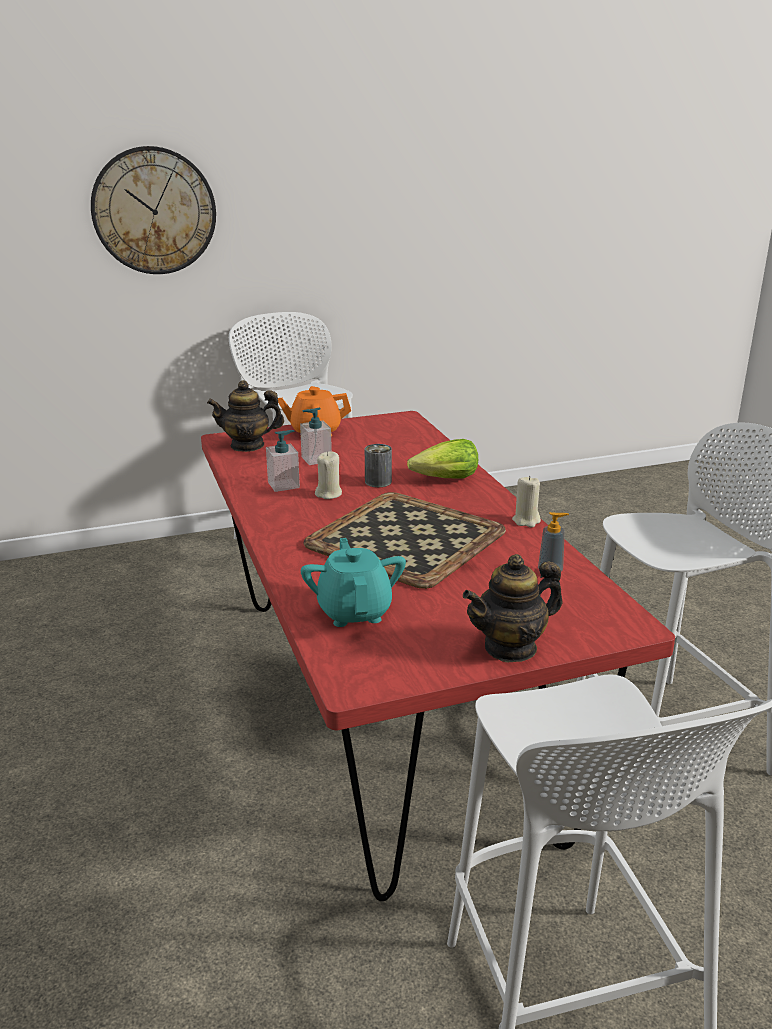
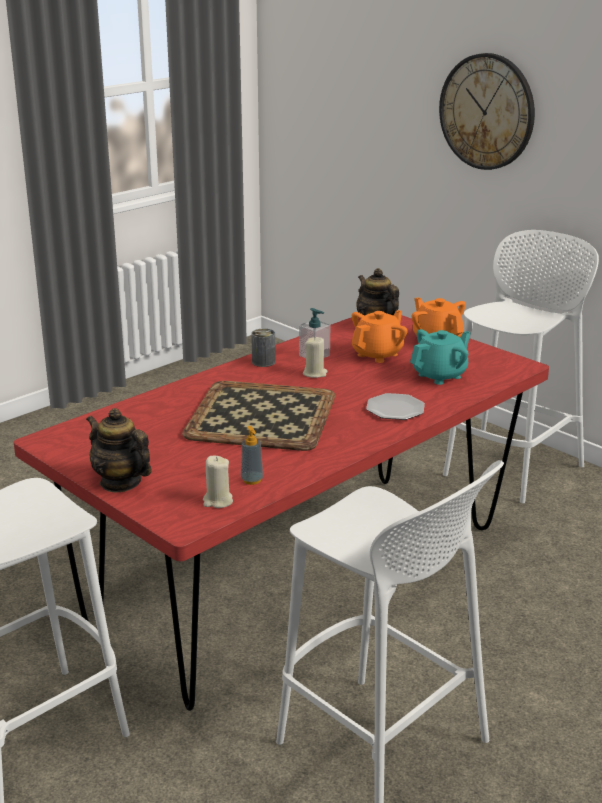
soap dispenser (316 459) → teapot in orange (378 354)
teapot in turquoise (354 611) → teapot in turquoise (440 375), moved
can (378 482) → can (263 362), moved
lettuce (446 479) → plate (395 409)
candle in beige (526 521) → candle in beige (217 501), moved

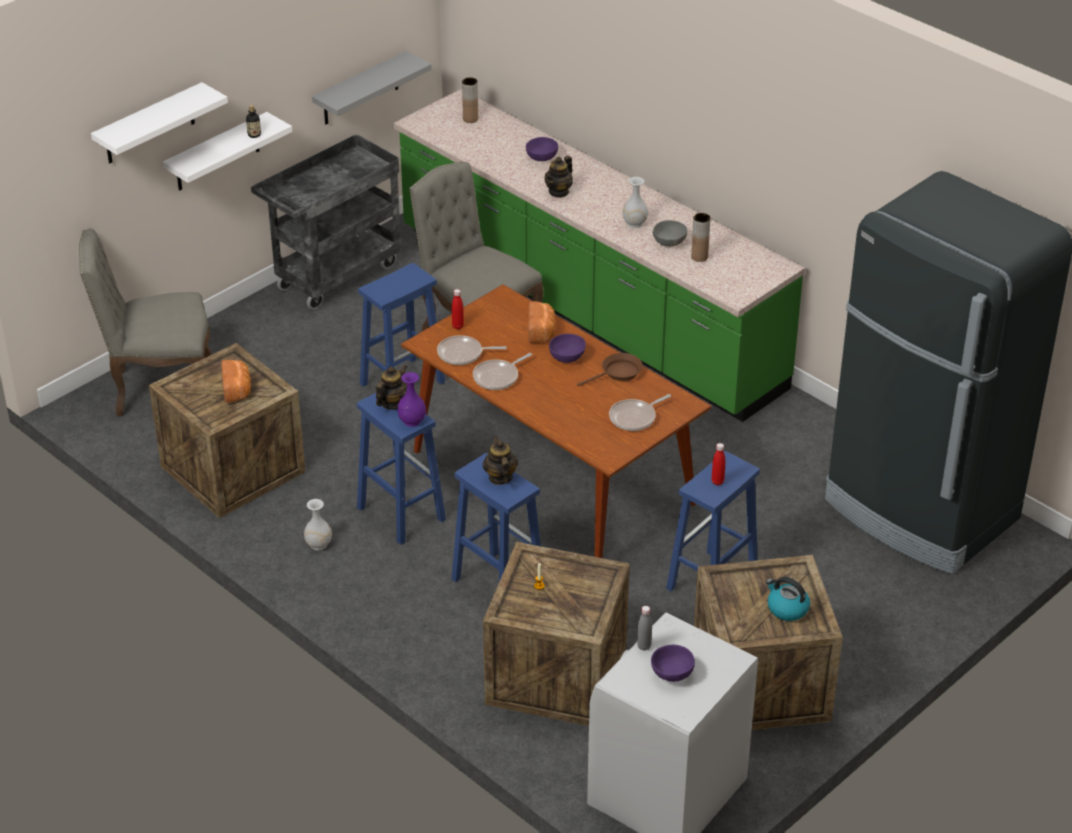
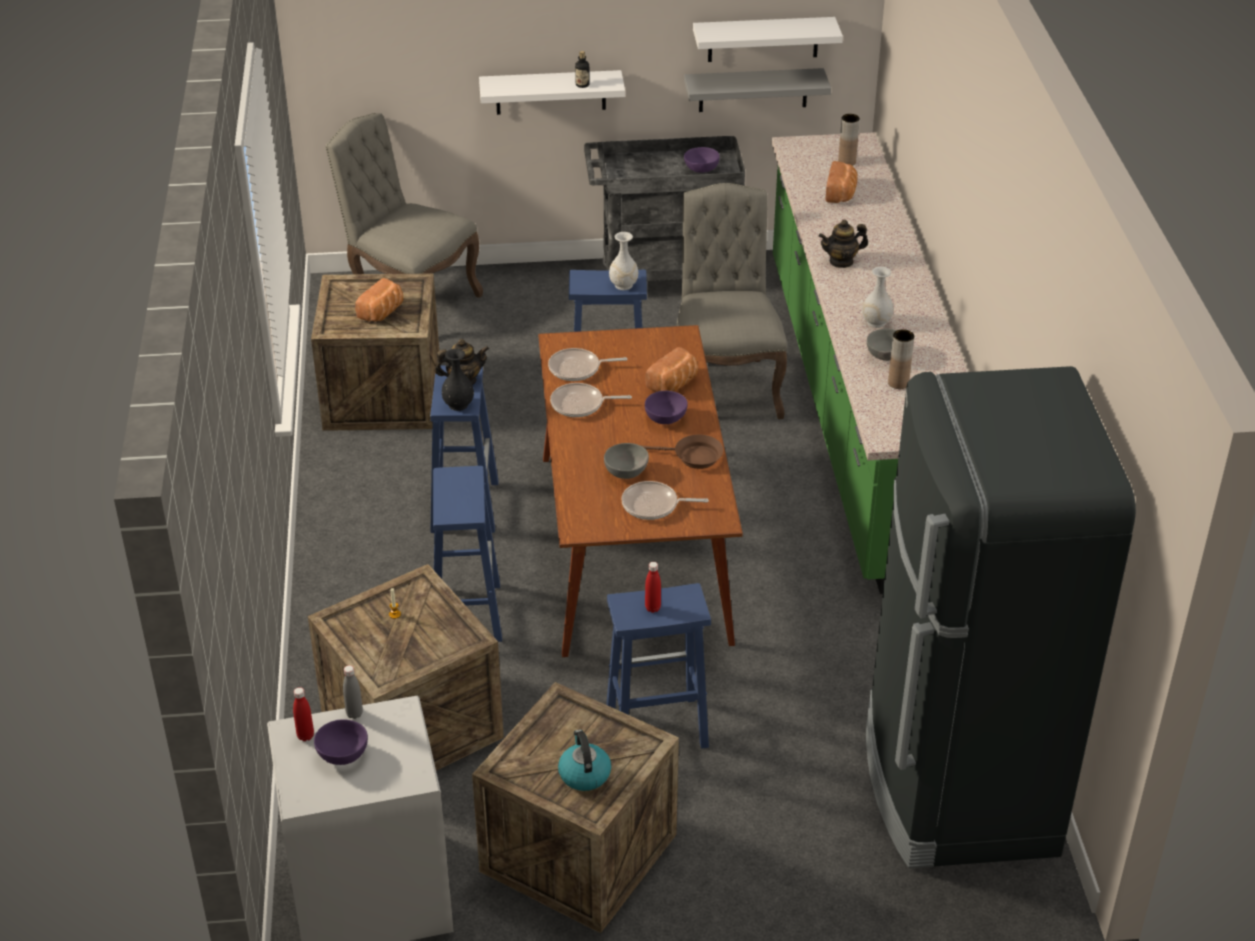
shelf in white (149 124) → shelf in white (763 39), moved
vase in white (318 545) → vase in white (623 285), moved
vase in purple (412 421) → vase in black (458 404)
frying pan (463 354) → frying pan (577 369), 45 degrees counterclockwise
bottle in red (458 326) → bottle in red (305 736), moved
teapot (500 477) → -
bowl in purple (542 158) → bowl in purple (700 170), moved
- → bowl in grey (627 473)
- → bread (841 194)

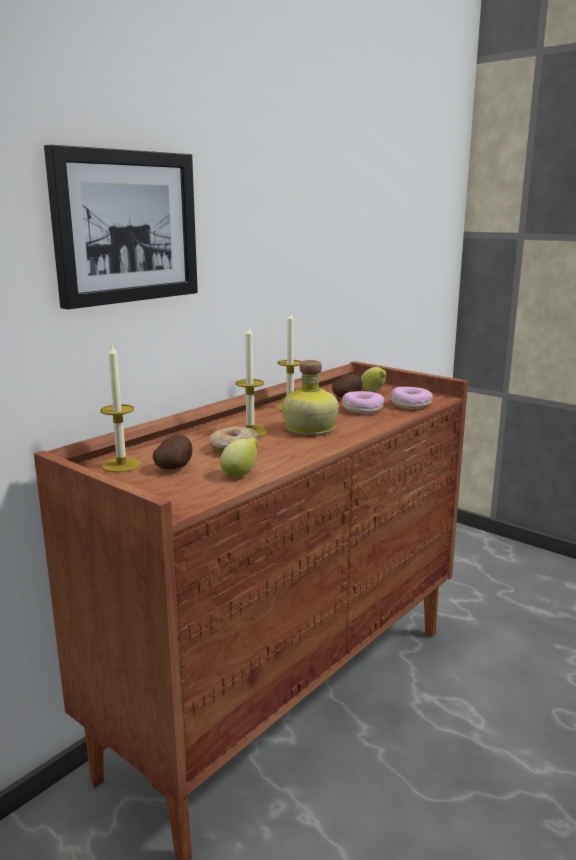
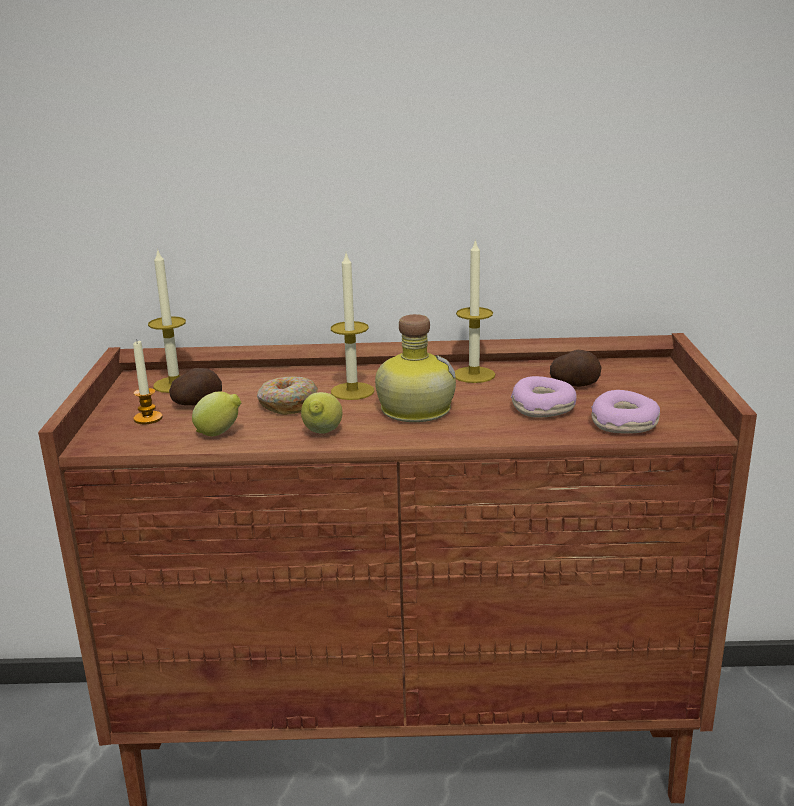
picture (125 227) → -
lemon (373 391) → lemon (322 434), moved
- → candle (148 418)

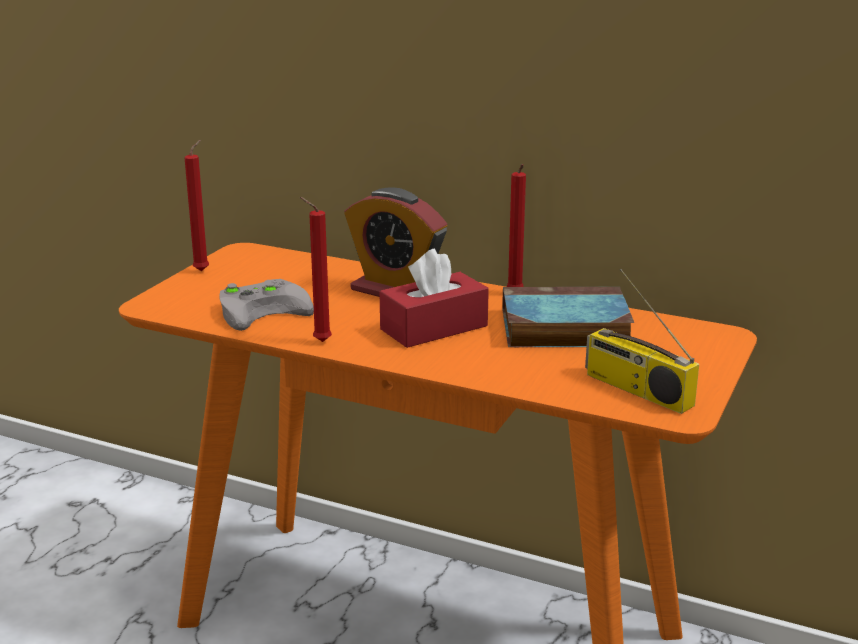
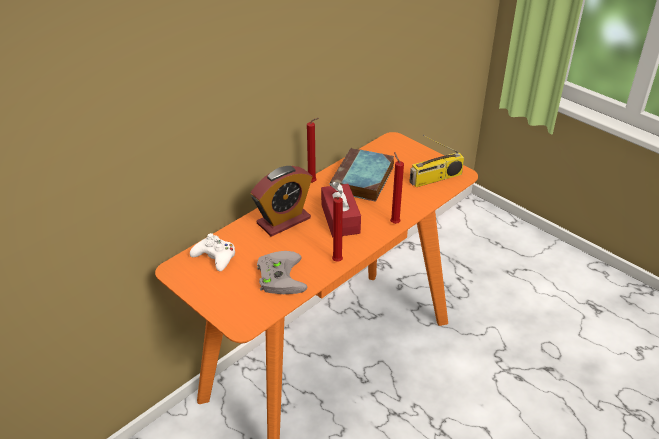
candle in red (203 270) → candle in red (394 222), moved
- → game controller in white (215 257)

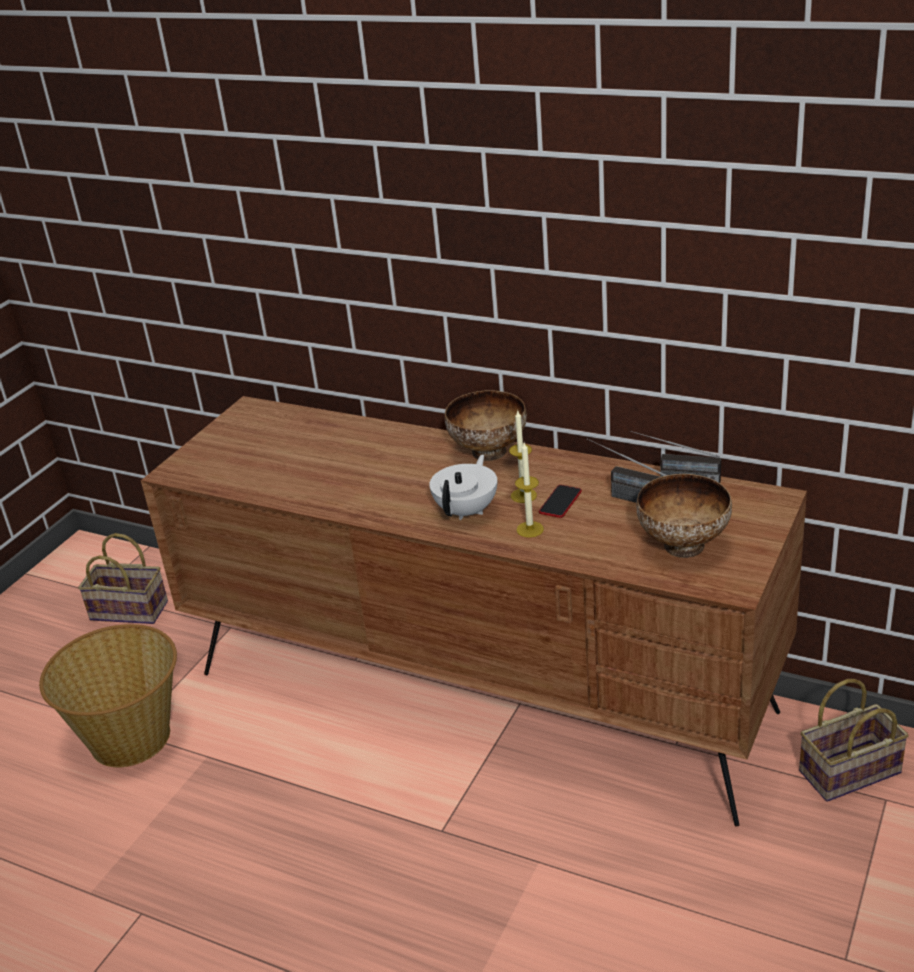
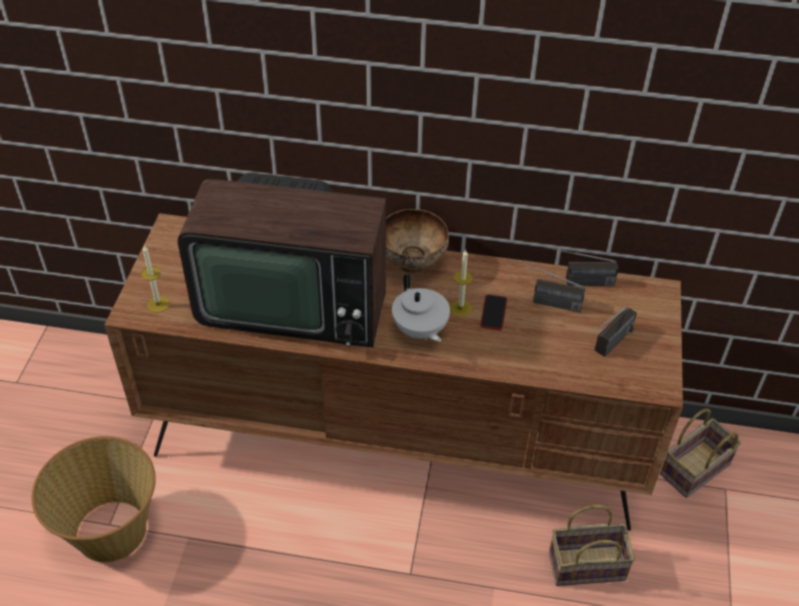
basket (131 610) → basket (588 564), moved
teapot in white (467 510) → teapot in white (419 330), 150 degrees clockwise
candle (530 529) → candle (158 304), moved
bowl (683 545) → radio (607 348)
- → television (292 299)

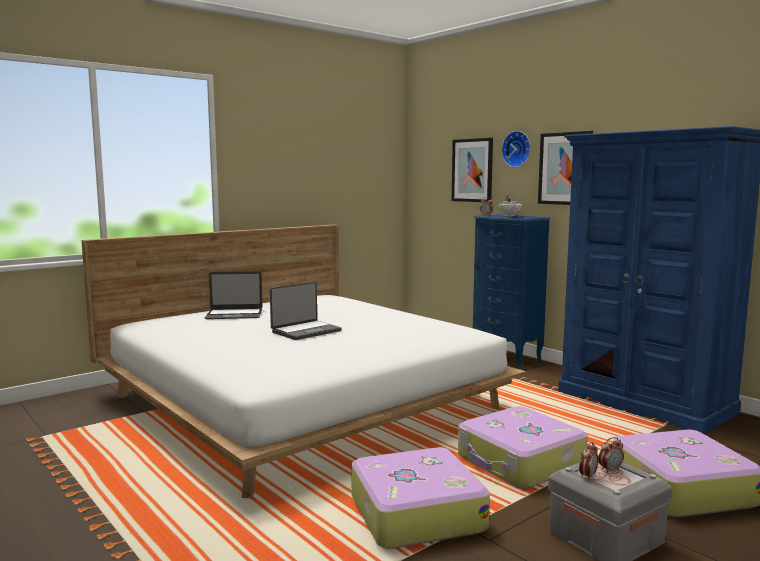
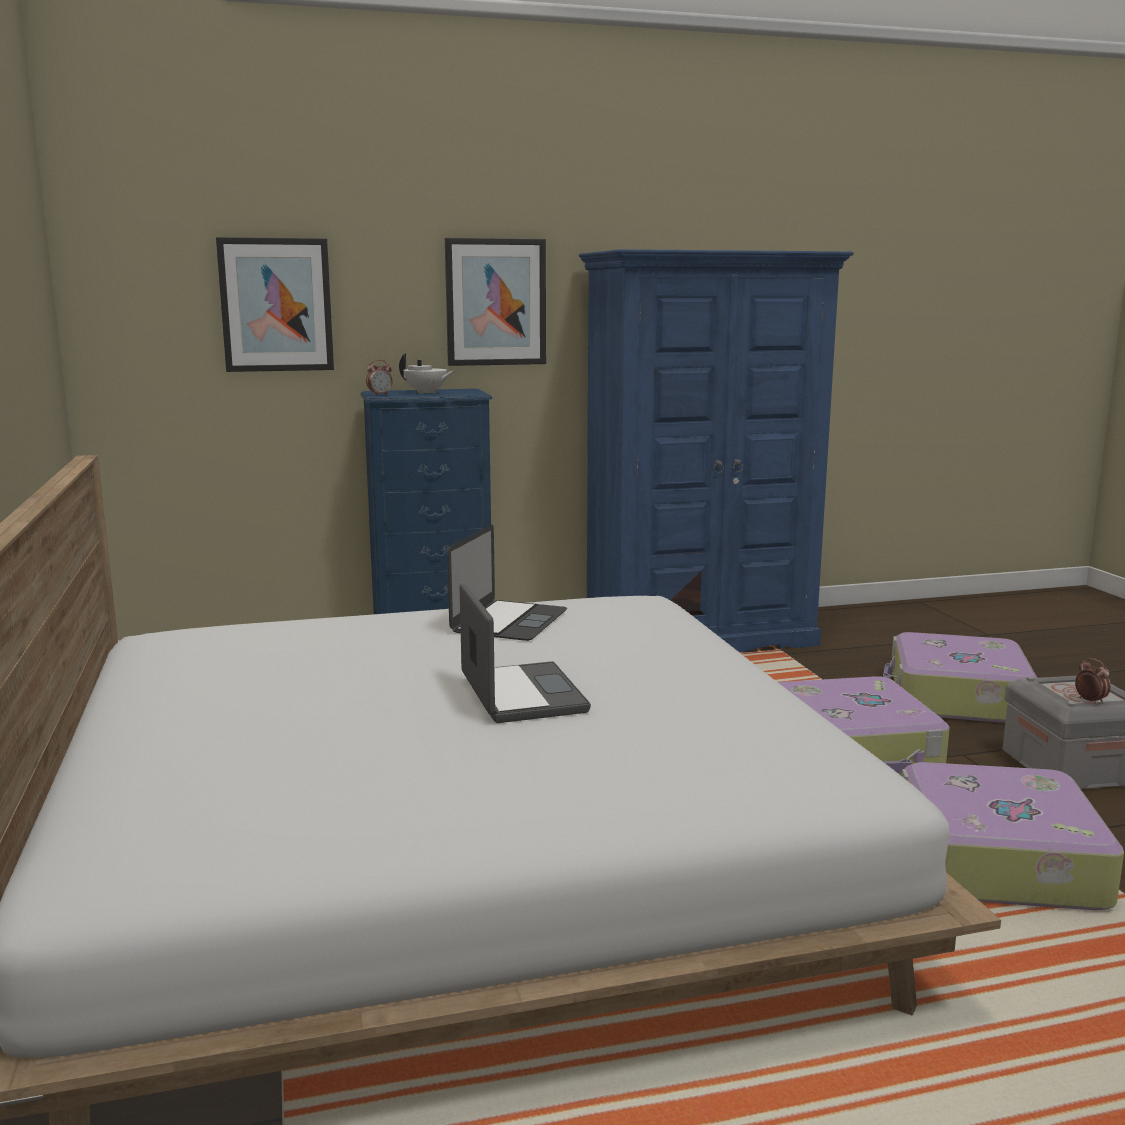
laptop (234 314) → laptop (509 621), moved
wall clock (517 149) → -
alarm clock (610 470) → -

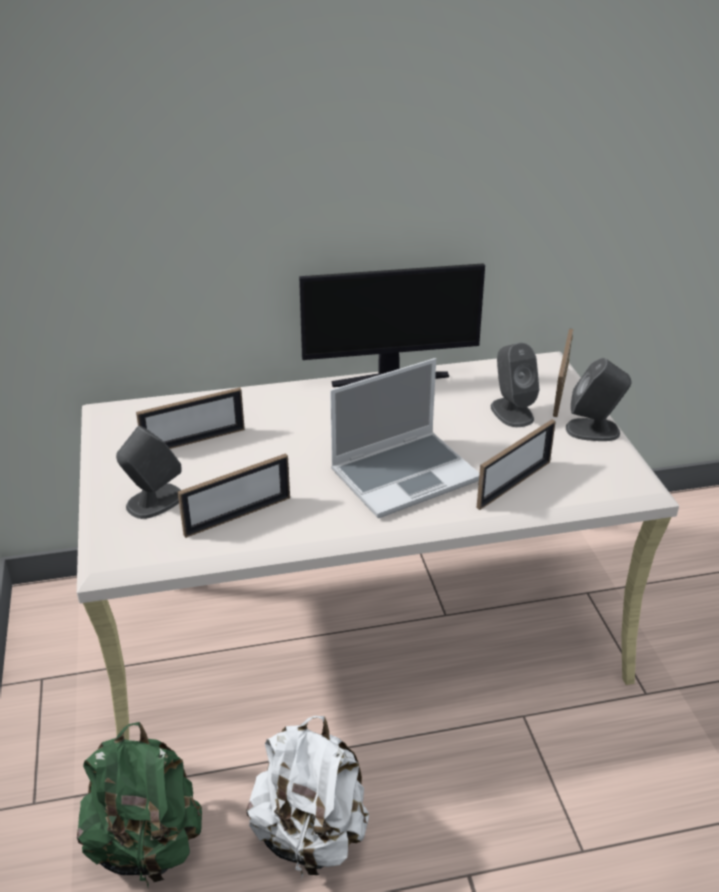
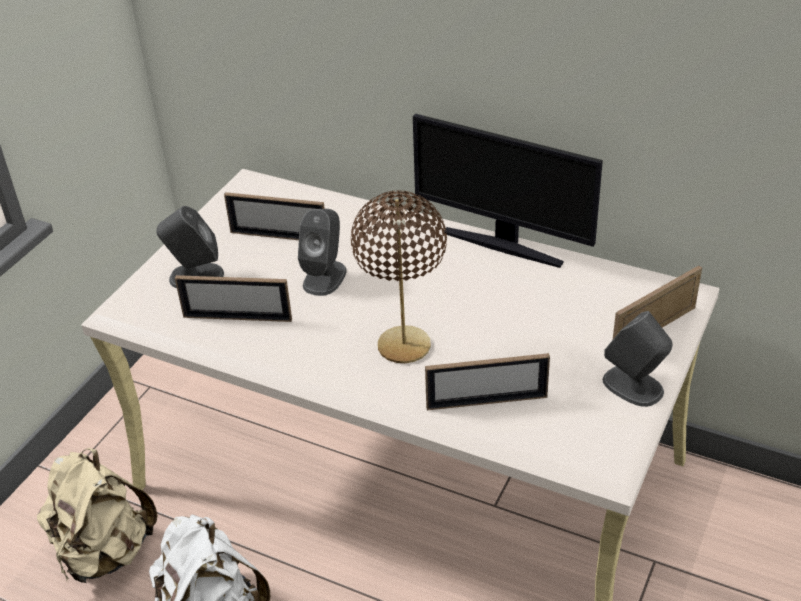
backpack in green (147 844) → backpack in beige (105 552)
laptop (405 474) → table lamp in brown (404 345)
speaker in grey (511 412) → speaker in grey (325 277), moved

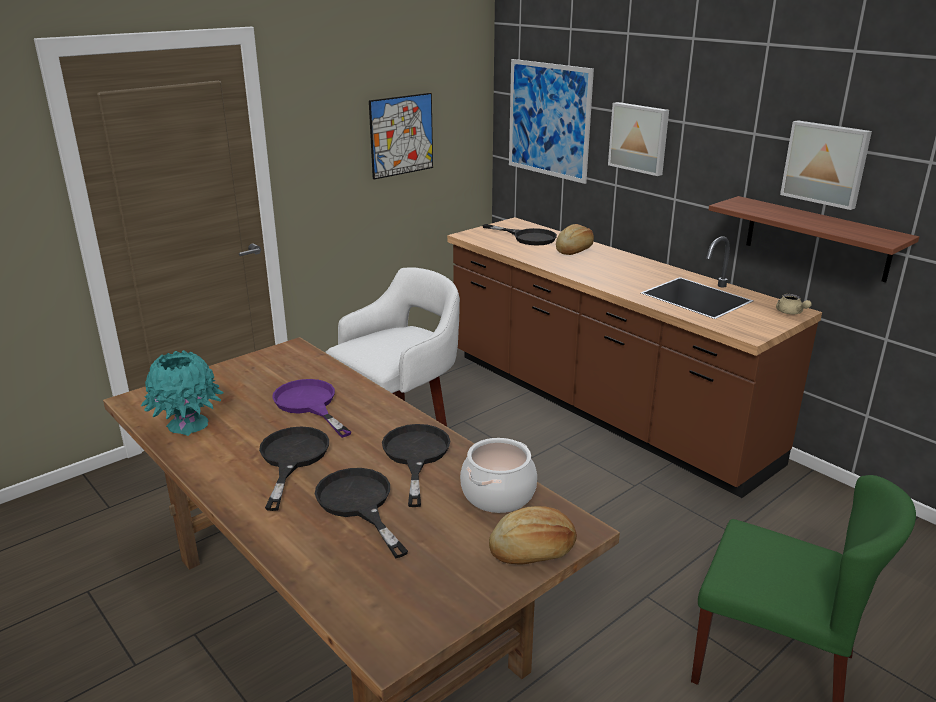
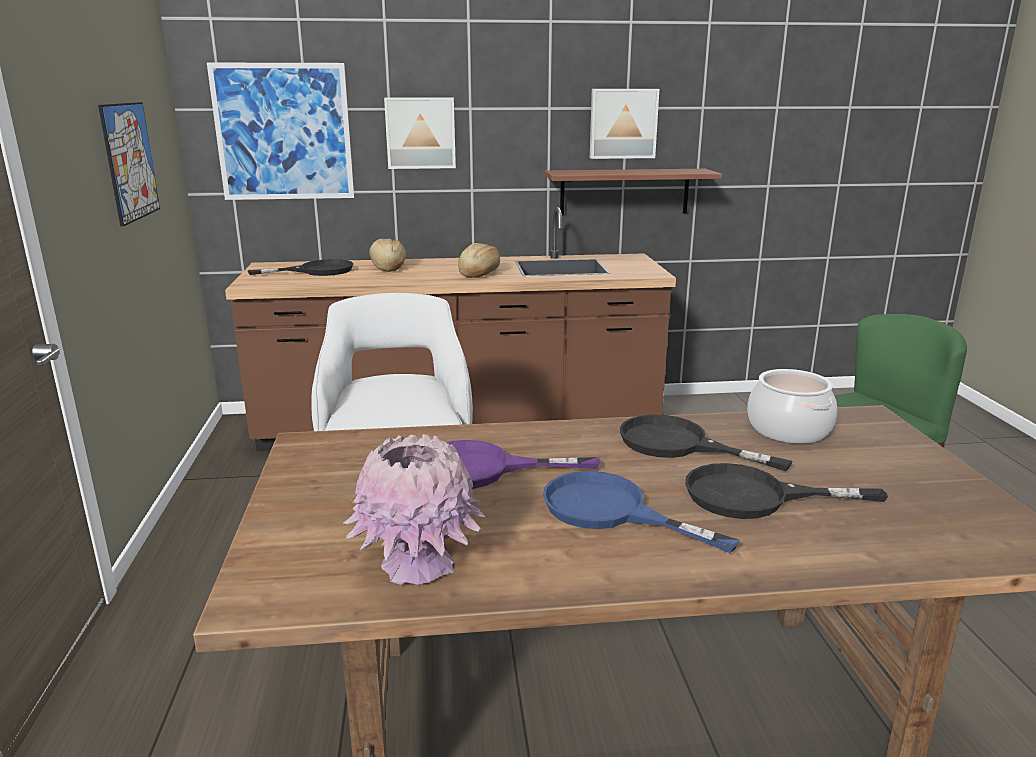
vase in turquoise (188 425) → vase in pink (418 566)
frying pan in black (292 459) → frying pan in blue (610 511)
bread (533 551) → bread (479 273), moved
teapot in beige (791 313) → -

